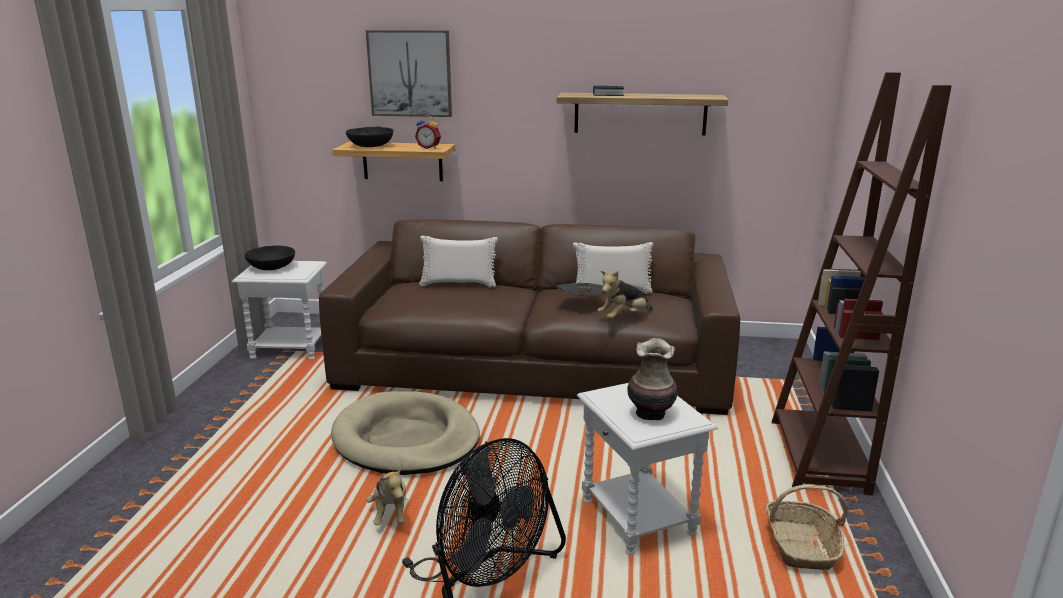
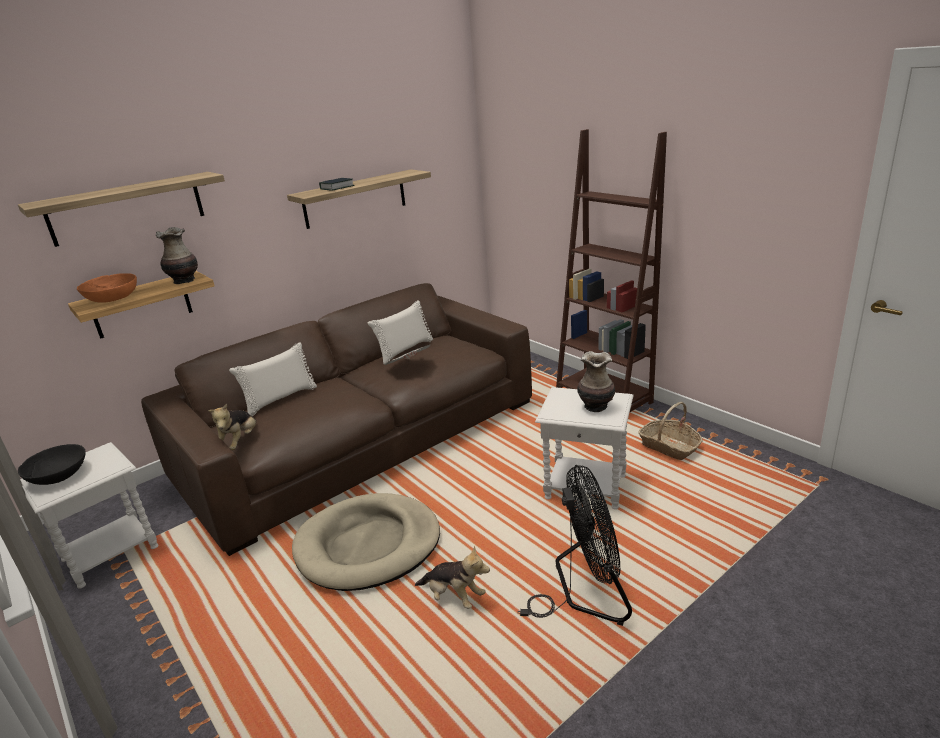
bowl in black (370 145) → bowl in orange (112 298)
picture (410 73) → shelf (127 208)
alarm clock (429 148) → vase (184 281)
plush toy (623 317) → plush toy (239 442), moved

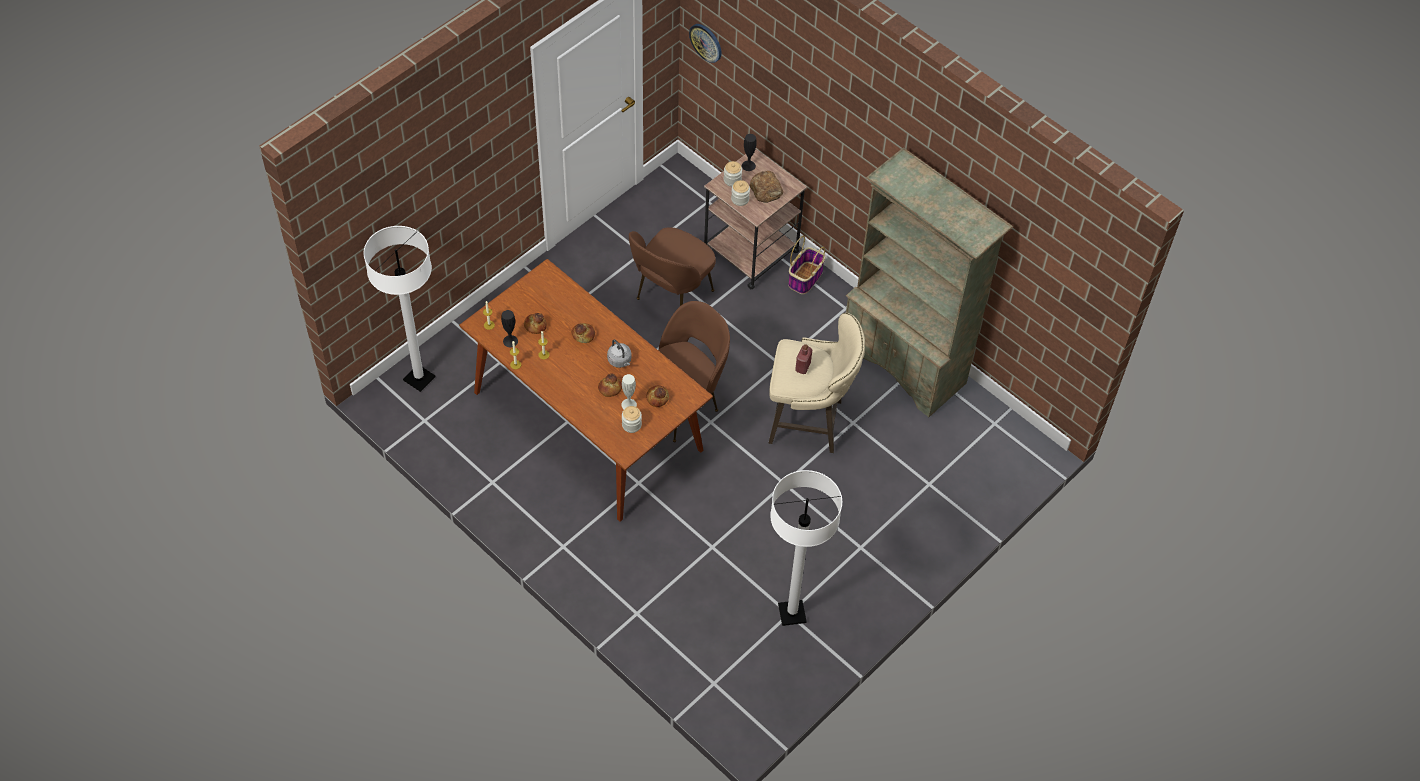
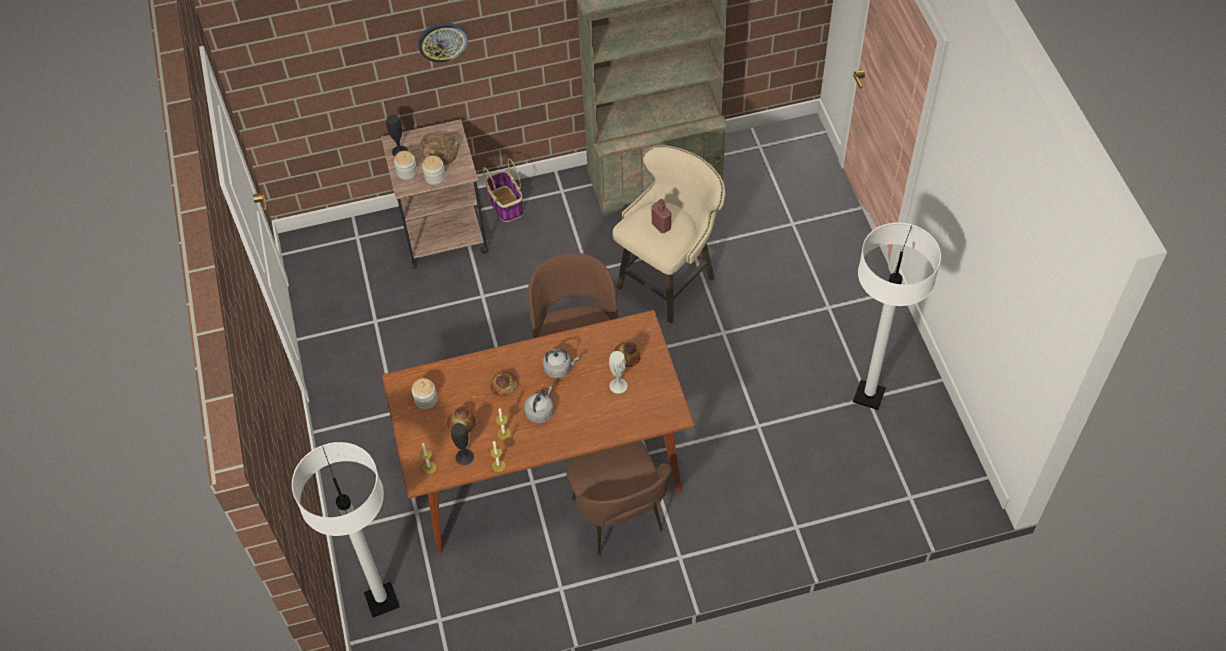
bread (610 389) → -
jar (631 425) → jar (426 399), moved
chair in brown (671 299) → chair in brown (619 521), moved
wall clock (706 42) → wall clock (442 41), moved
- → kettle in grey (540 411)

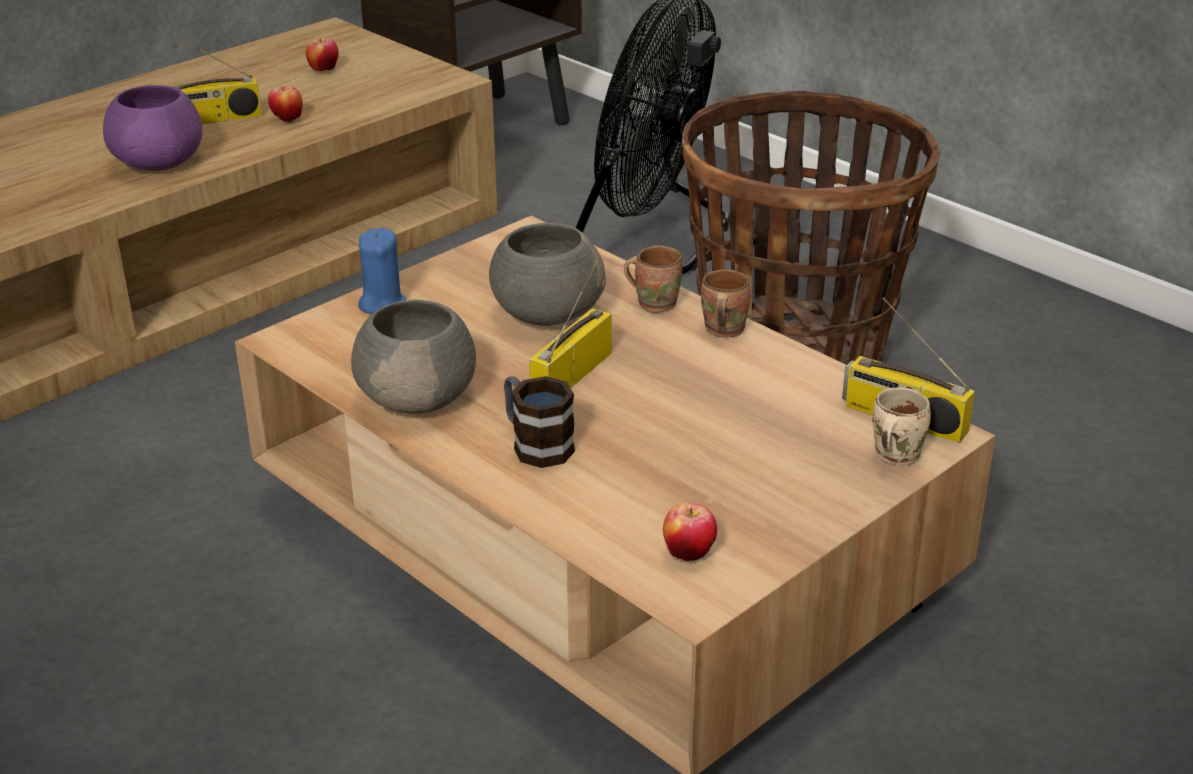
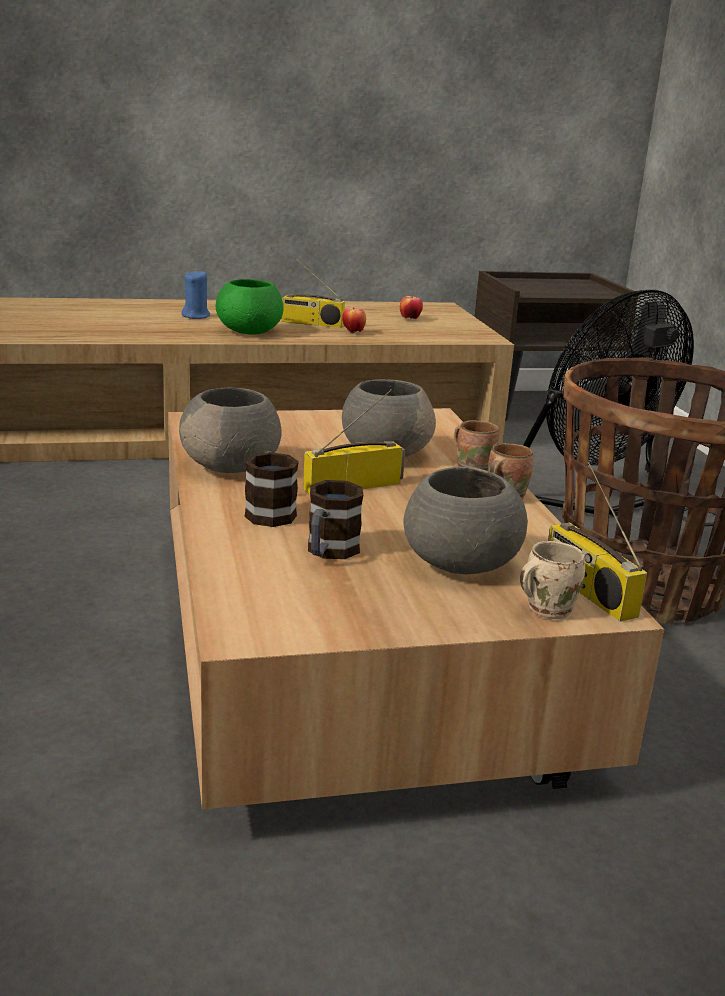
bowl in purple (160 162) → bowl in green (250 332)
candle in blue (382 303) → candle in blue (196 316), moved
apple (689 553) → -
- → mug (329 552)
- → bowl in grey (458 563)

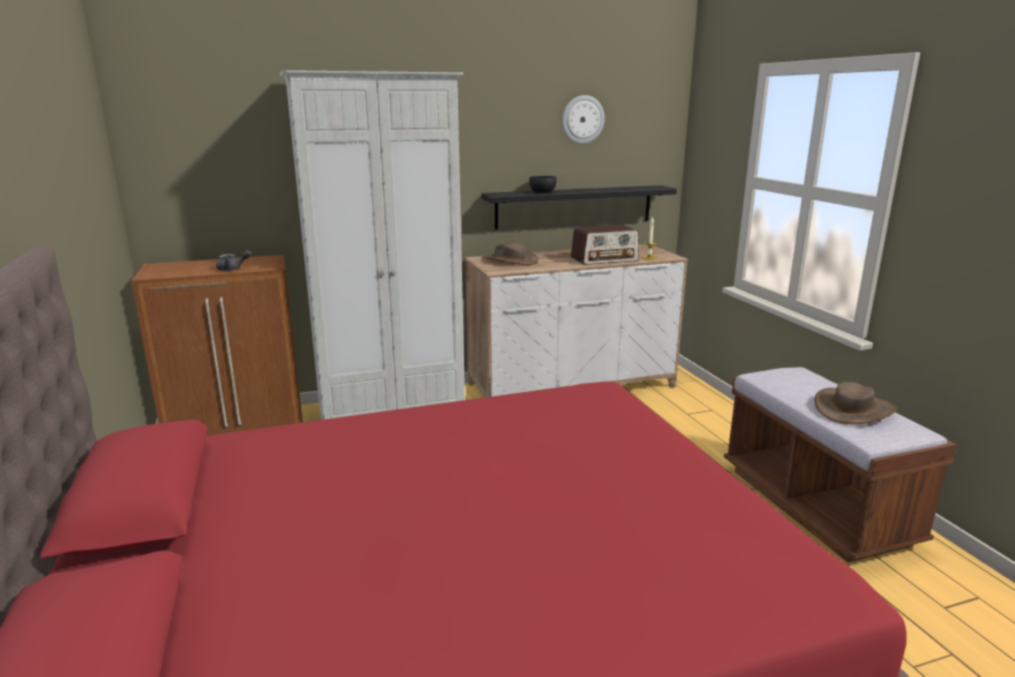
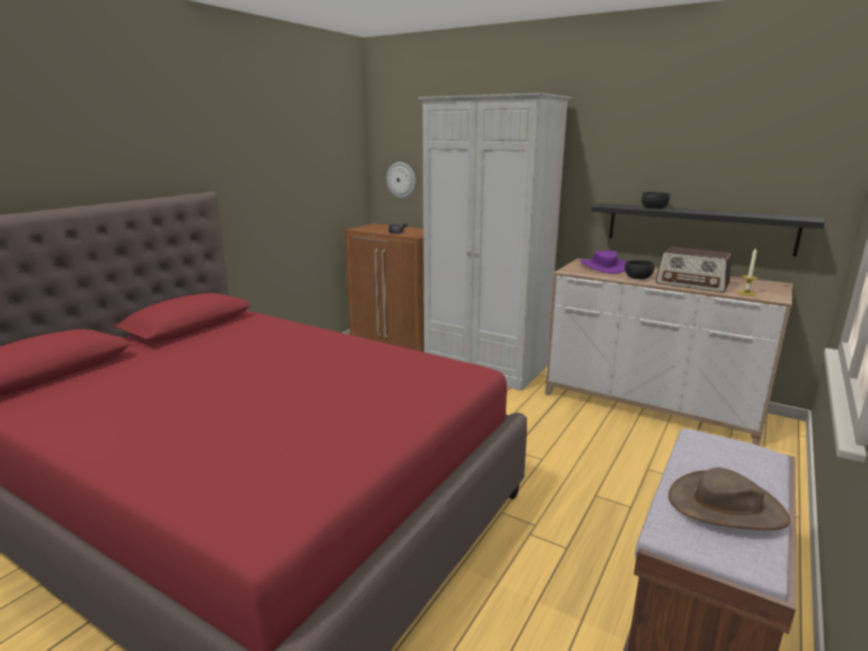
hat in brown (509 260) → hat in purple (603 267)
wall clock (582 119) → wall clock (401 180), moved
- → bowl in black (638 277)

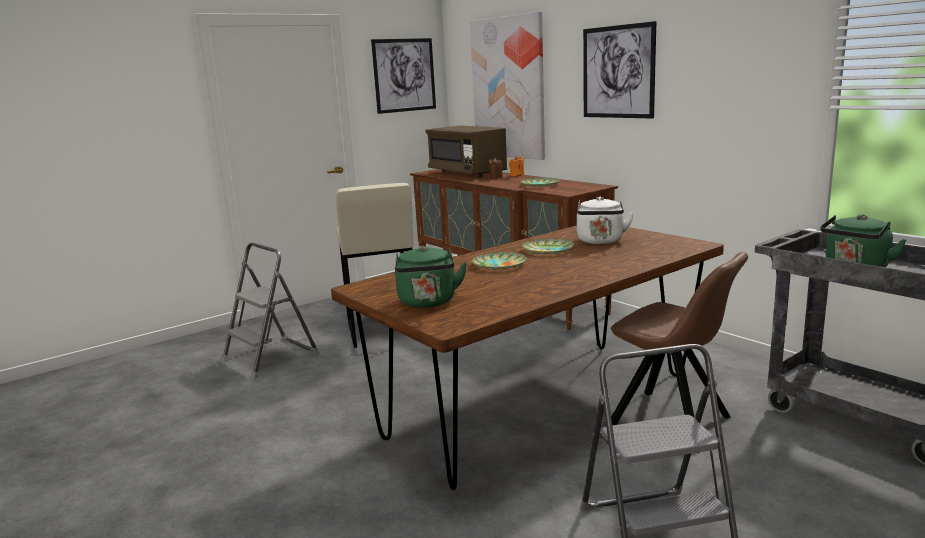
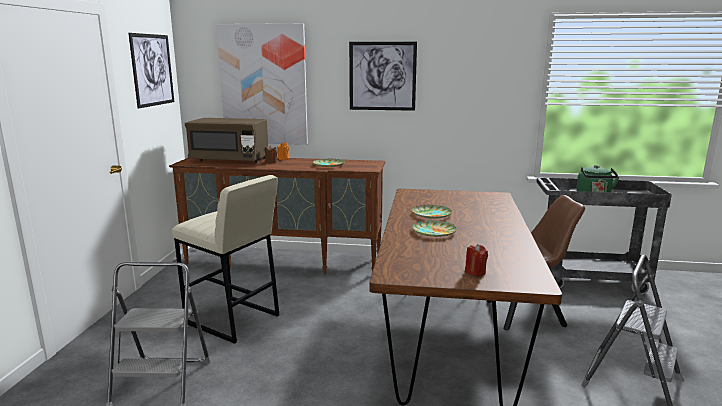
kettle in green (428 302) → candle in red (475 272)
kettle in white (600 241) → -

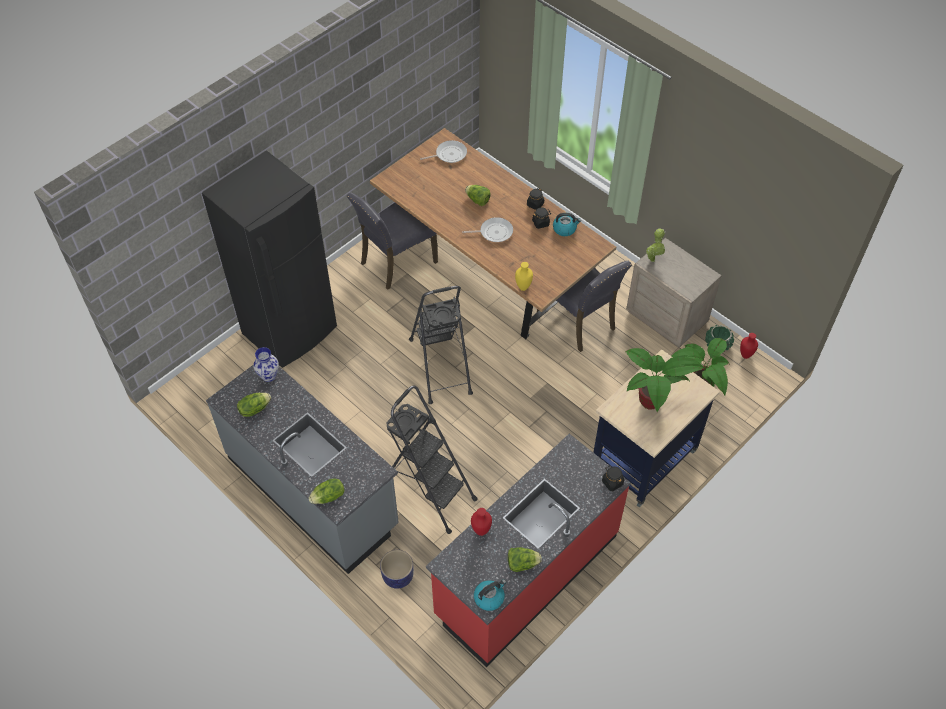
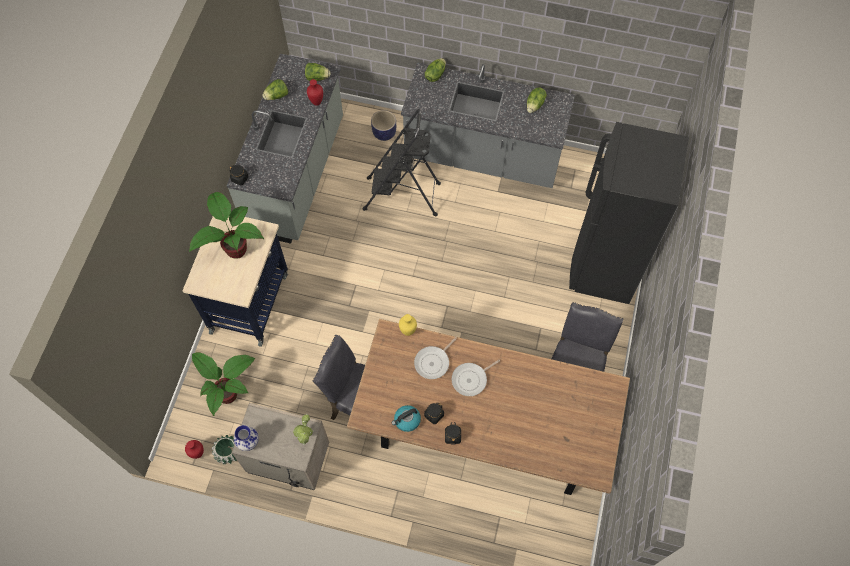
vase (269 376) → vase (249 443), moved
step ladder (440 366) → -
frying pan (449 154) → frying pan (433 362), moved
counter in red (525 575) → counter in grey (297 176)
lettuce (477 200) → lettuce (317 77), moved
kettle (489 597) → -

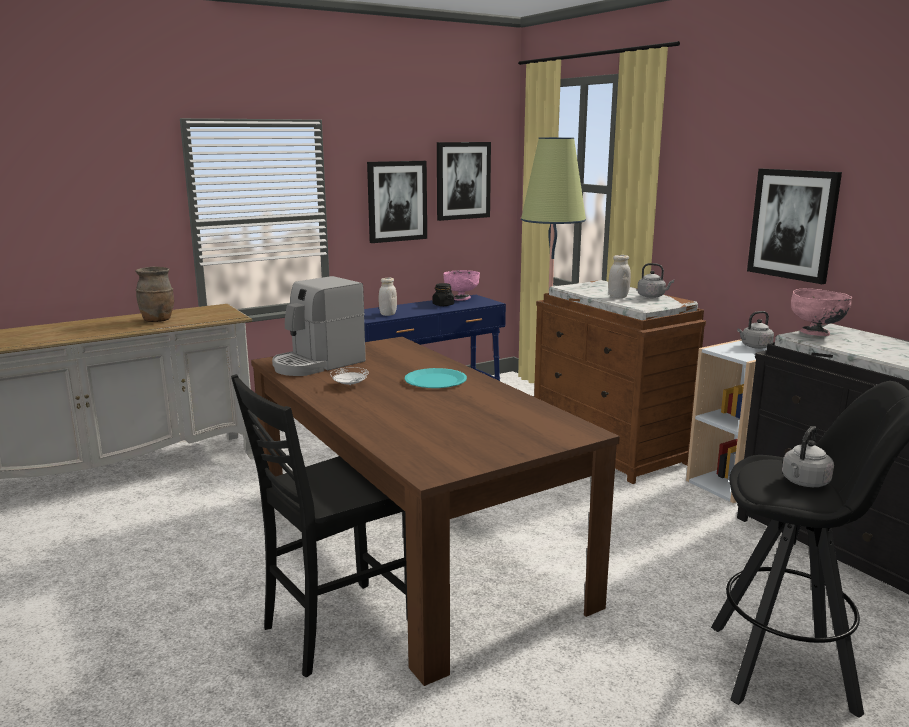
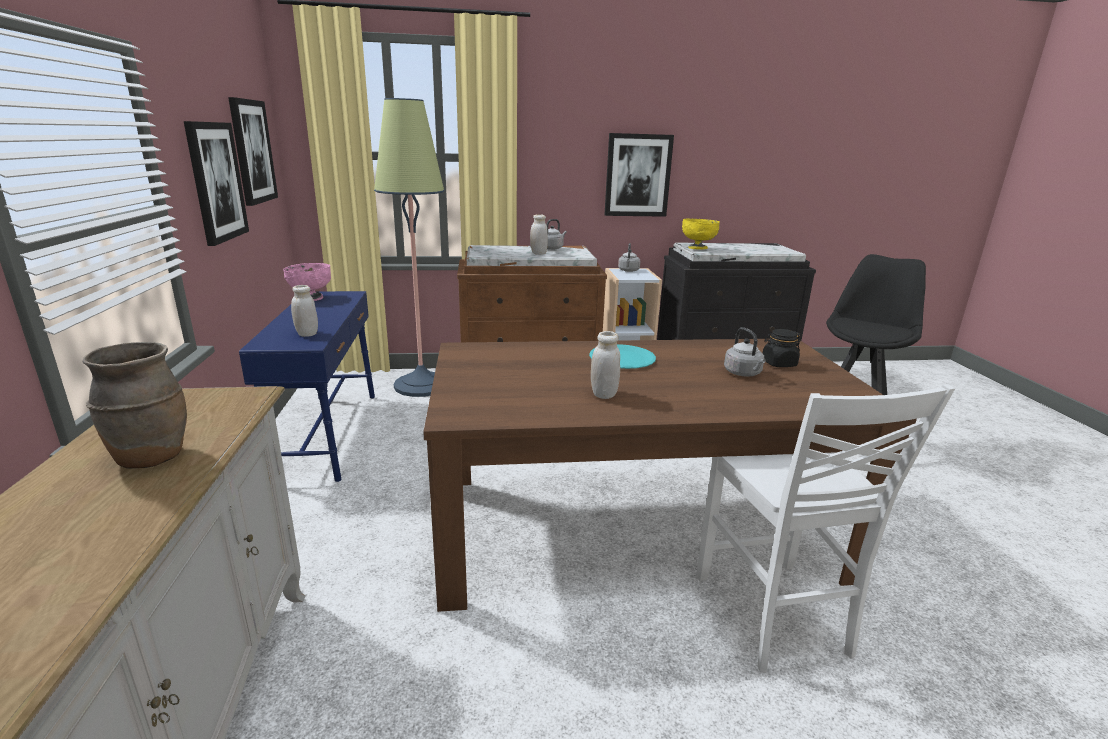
chair in black (336 629) → chair in white (773 616)
coffee machine (317 364) → -
plate in white (349 385) → jar in white (603 394)
jar in black (443 305) → jar in black (778 363), moved
kettle in grey (804 482) → kettle in grey (743 373), moved
bowl in pink (815 333) → bowl in yellow (698 248)

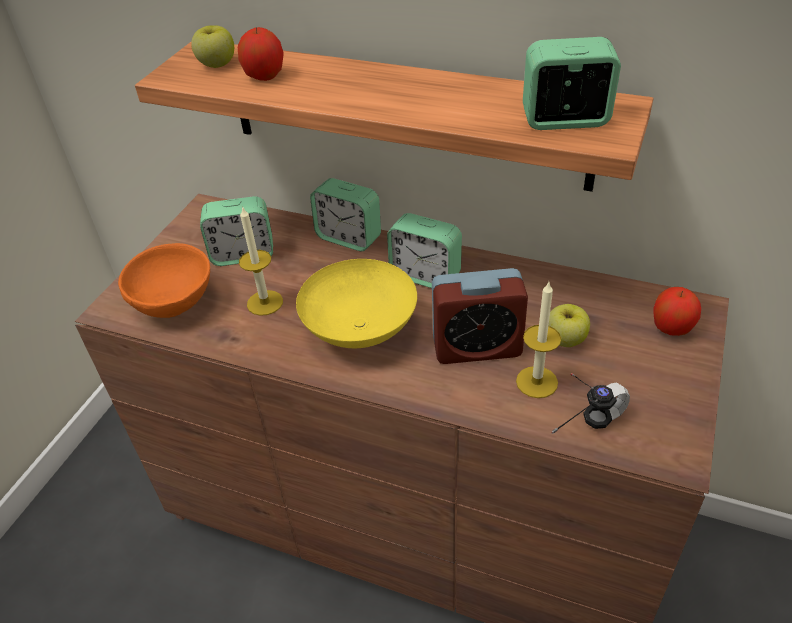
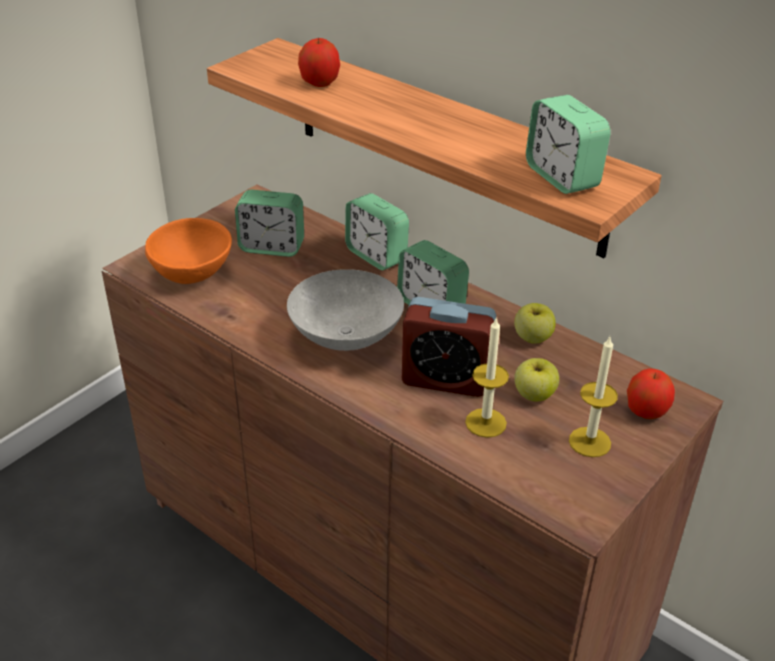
apple (217 64) → apple (532 338), moved
candle (265 303) → candle (589 442), moved
bowl in yellow (360 328) → bowl in grey (346 336)
alarm clock (565 120) → alarm clock (562 177), 135 degrees counterclockwise
headphones (576 422) → -

